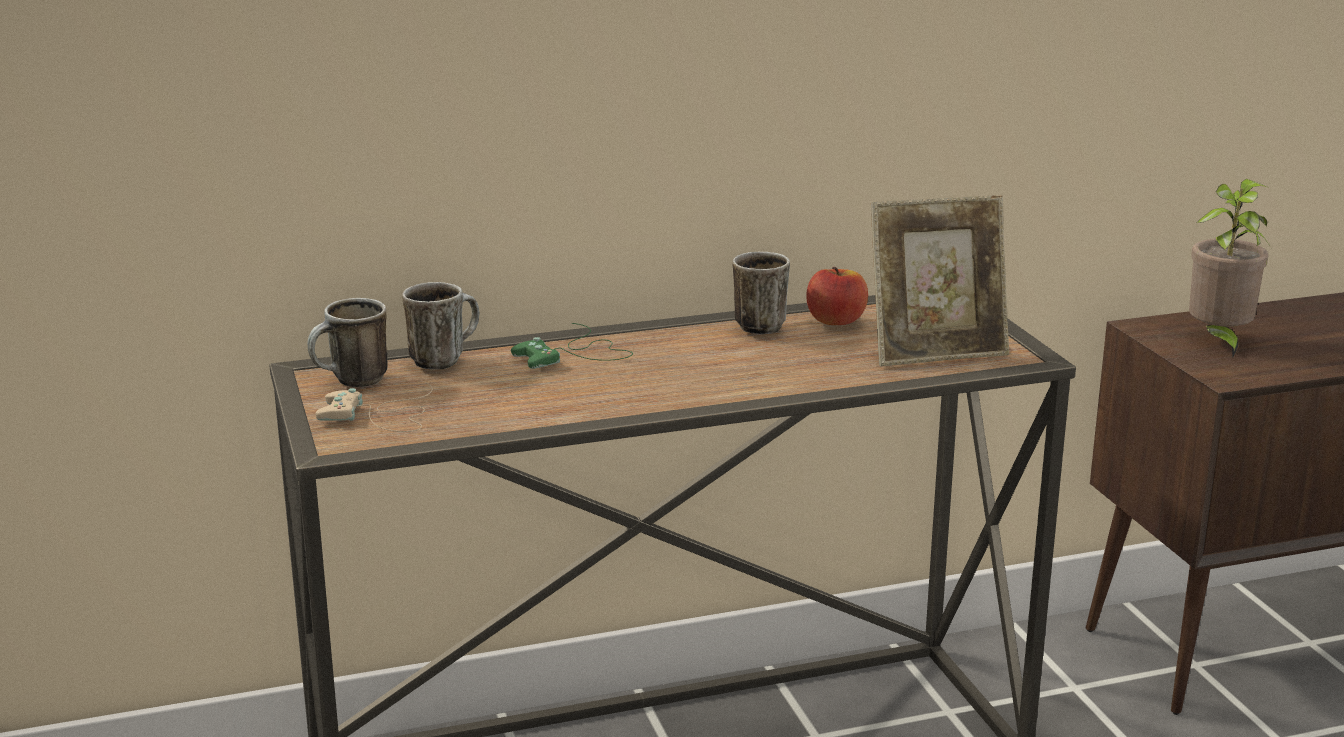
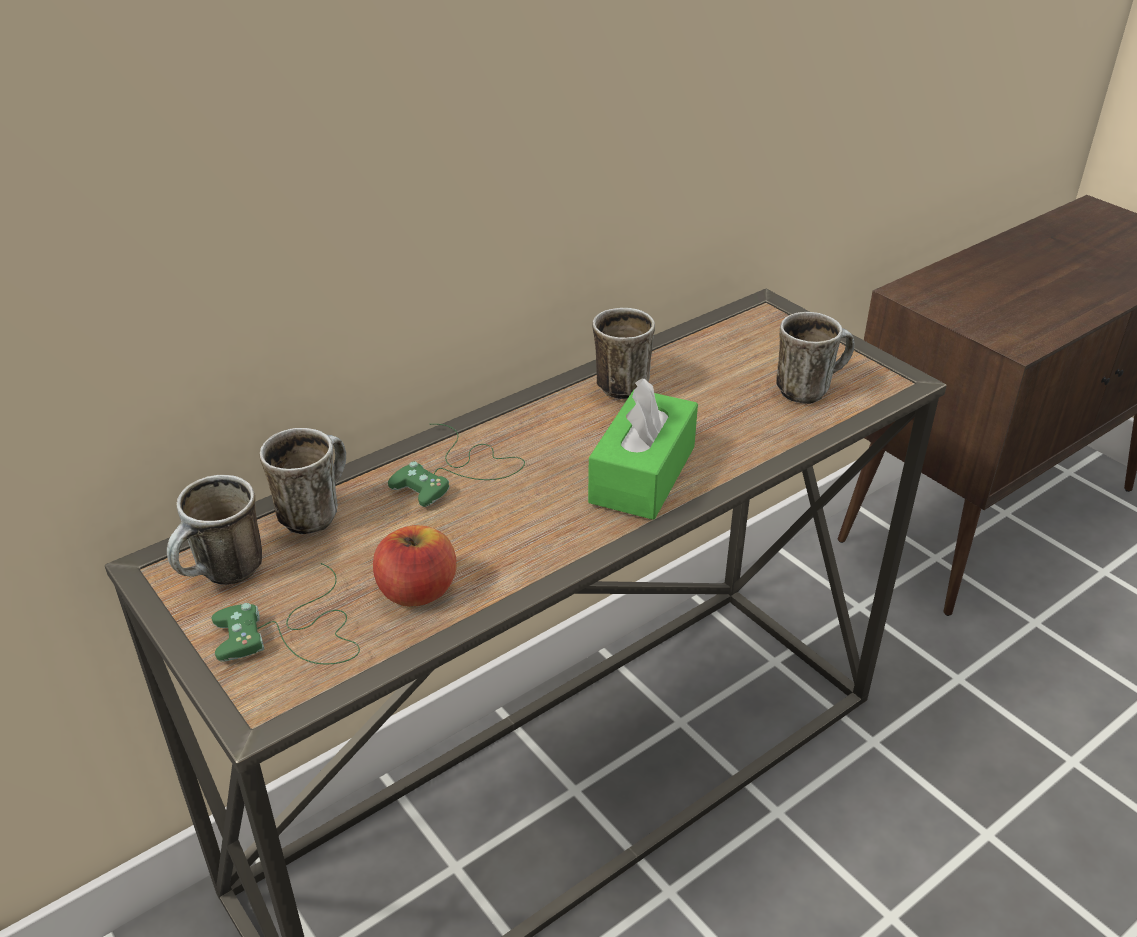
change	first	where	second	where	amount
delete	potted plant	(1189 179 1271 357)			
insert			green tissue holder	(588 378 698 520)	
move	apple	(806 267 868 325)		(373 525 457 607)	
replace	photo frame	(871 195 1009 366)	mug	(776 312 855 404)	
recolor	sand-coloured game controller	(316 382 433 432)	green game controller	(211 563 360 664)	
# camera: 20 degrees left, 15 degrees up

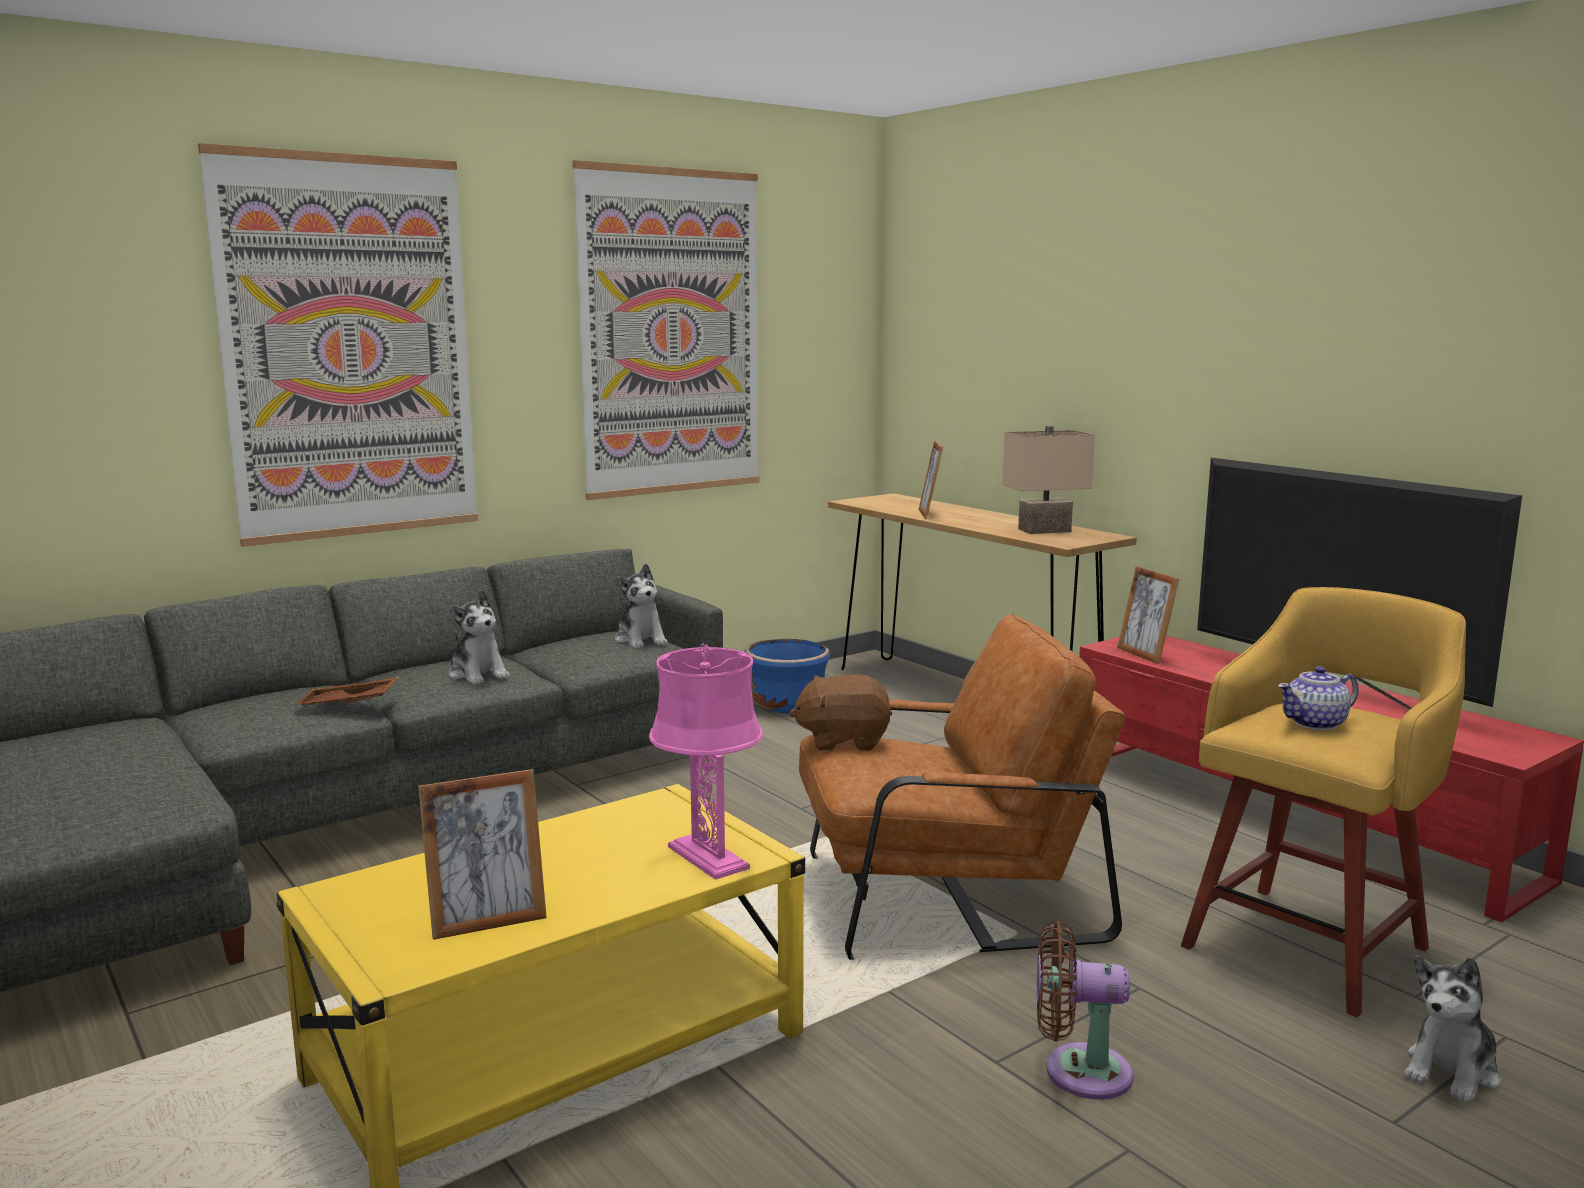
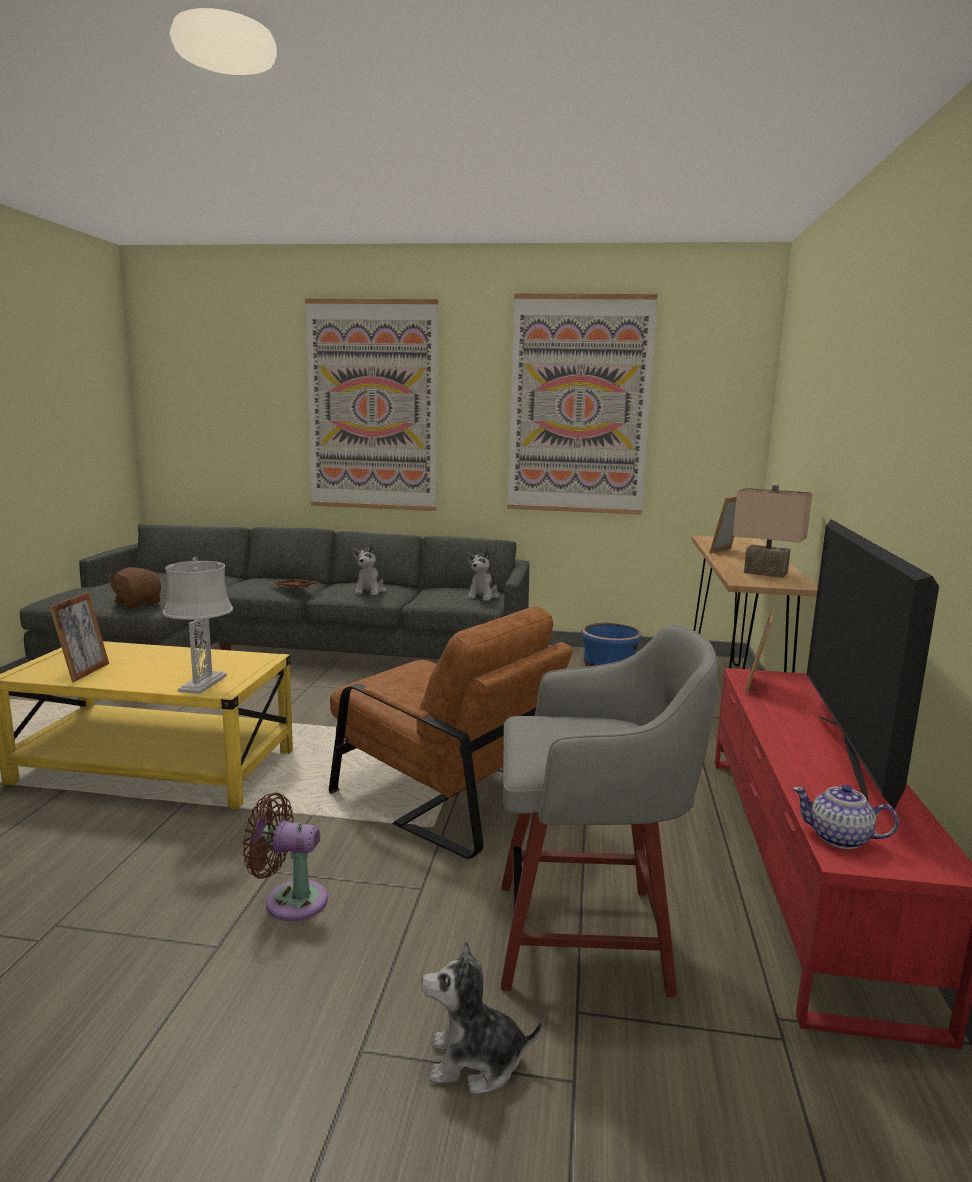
change	first	where	second	where	amount
move	brownish cuddly toy	(789 674 892 751)		(108 567 161 608)	
move	tea pot	(1278 666 1359 730)		(792 785 899 849)	
recolor	pink table lamp	(649 643 763 880)	grey table lamp	(162 556 233 694)	
recolor	yellow stool	(1181 587 1466 1017)	grey stool	(501 624 718 997)	
rotate	photo frame	(418 769 547 940)		(49 592 109 682)	105 degrees counterclockwise
rotate	brownish fan	(1037 921 1133 1100)		(243 793 328 921)	45 degrees counterclockwise
# camera: 45 degrees right, 0 degrees up

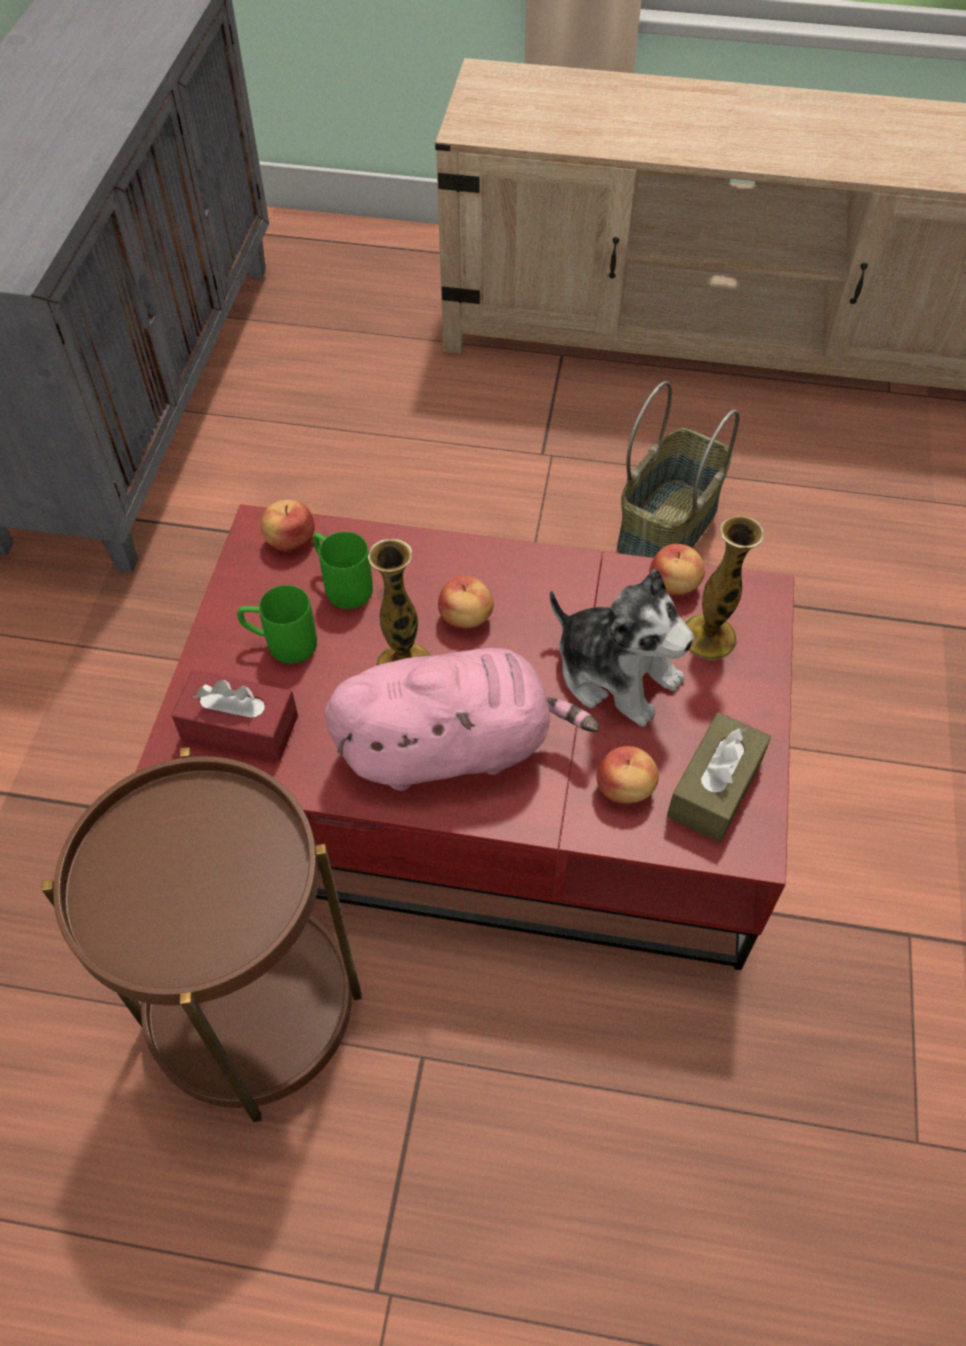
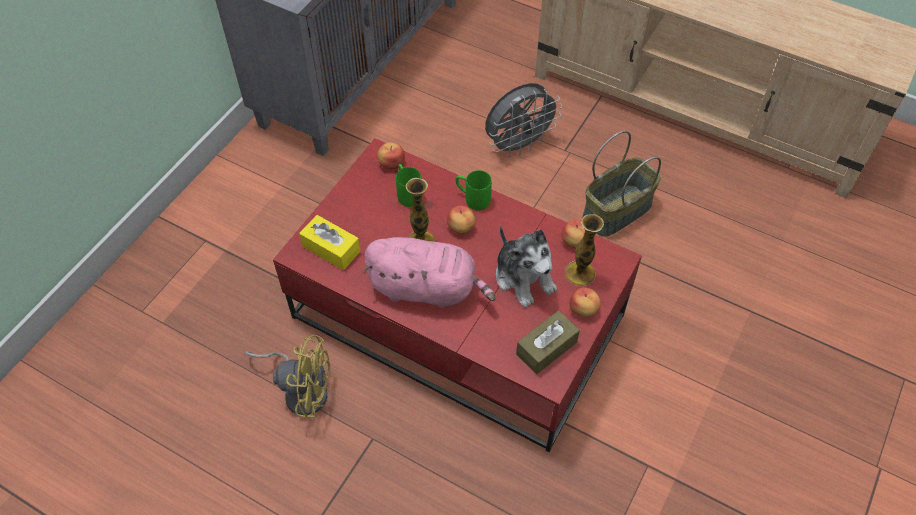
change	first	where	second	where	amount
insert			grey fan	(485 83 562 157)	
move	green mug	(237 585 317 664)		(455 170 492 210)	
move	apple	(596 746 659 804)		(569 288 601 317)	
replace	brownish side table	(41 747 362 1122)	yellow fan	(245 335 330 418)	
recolor	red tissue holder	(171 670 298 761)	yellow tissue holder	(299 215 360 270)	
# camera: 20 degrees right, 0 degrees up

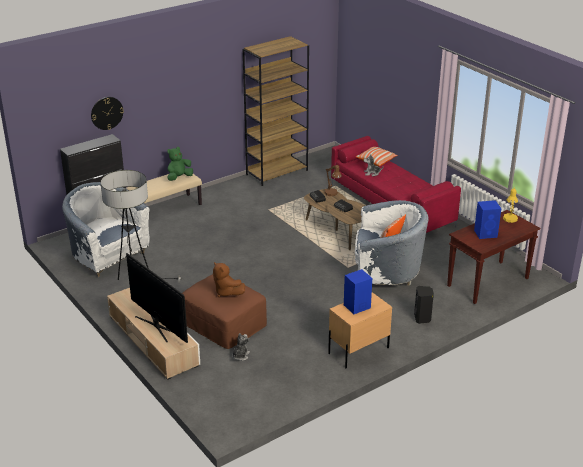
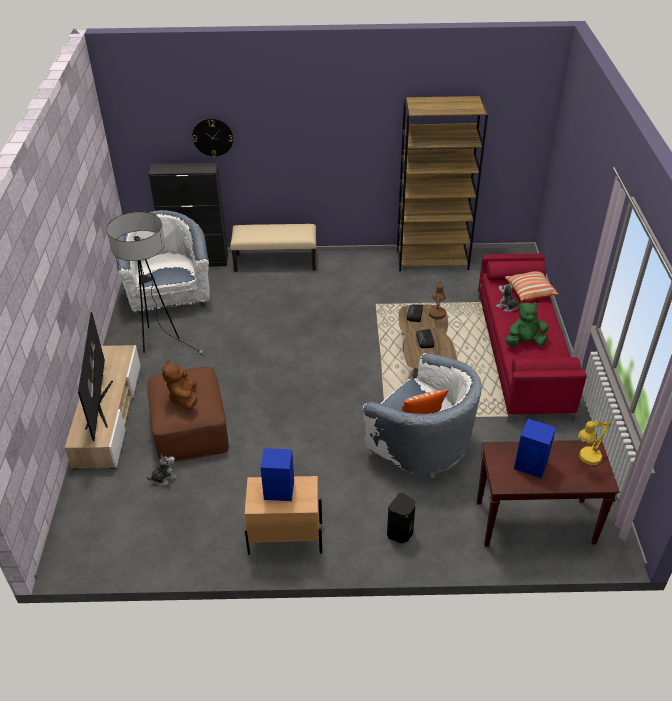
change	first	where	second	where	amount
move	green cuddly toy	(167 147 193 181)		(505 302 549 346)	
# camera: 35 degrees right, 10 degrees up

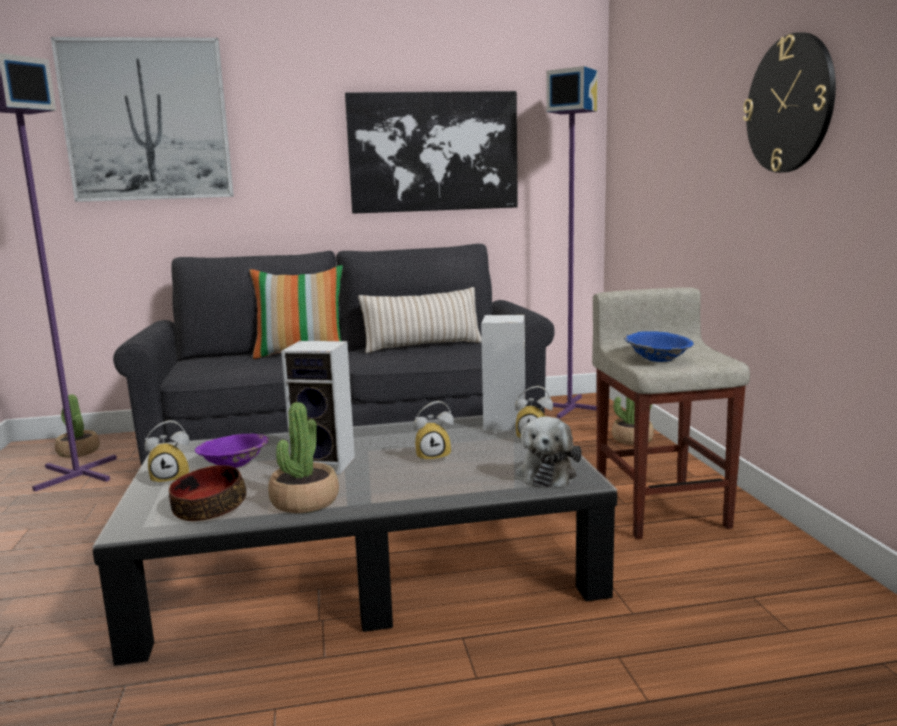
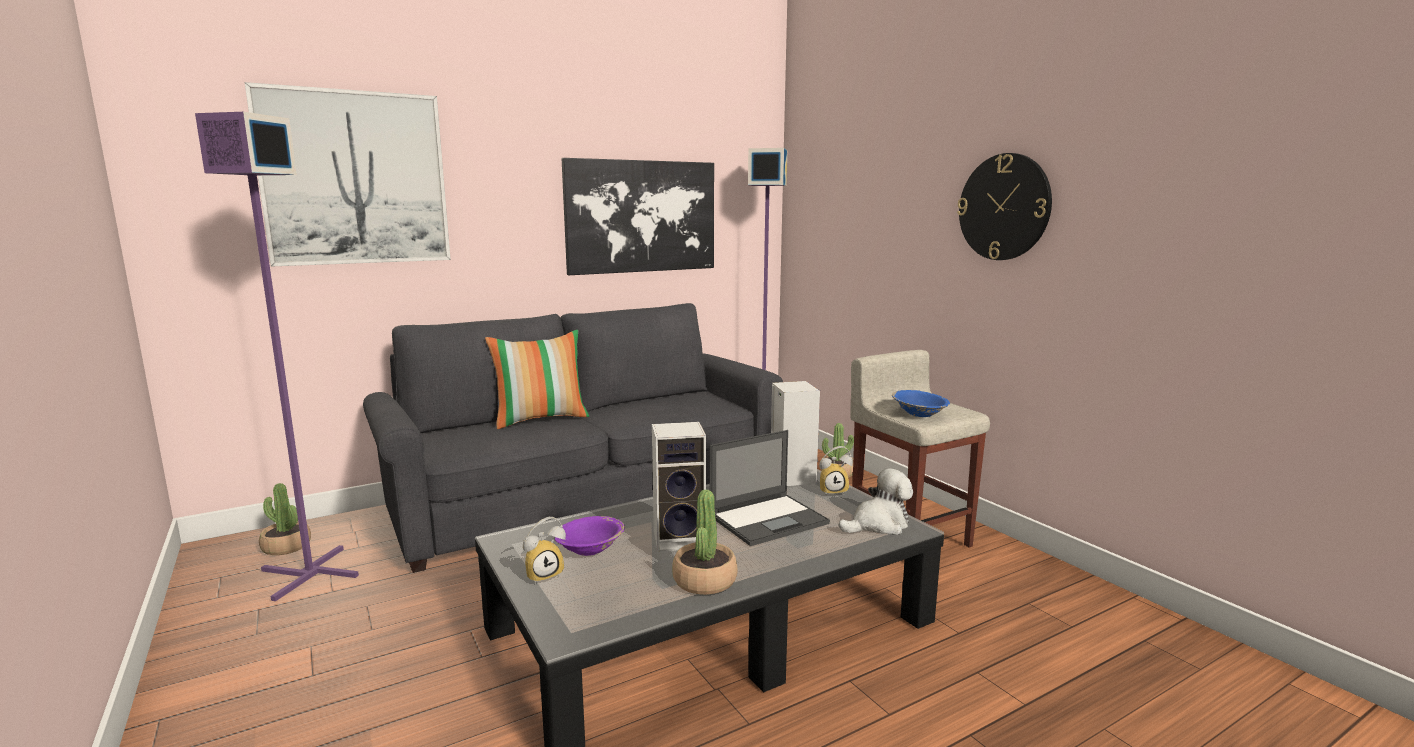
change	first	where	second	where	amount
delete	bowl	(169 465 246 521)			
delete	sand-coloured cushion	(358 287 482 353)			
replace	bedside clock	(413 401 454 463)	portable computer	(710 430 830 546)	
rotate	cuddly toy	(516 416 582 487)		(838 468 913 535)	105 degrees counterclockwise
# camera: 20 degrees left, 0 degrees up

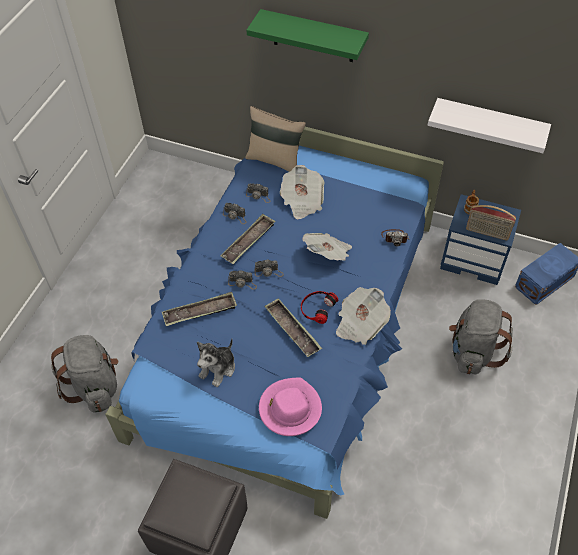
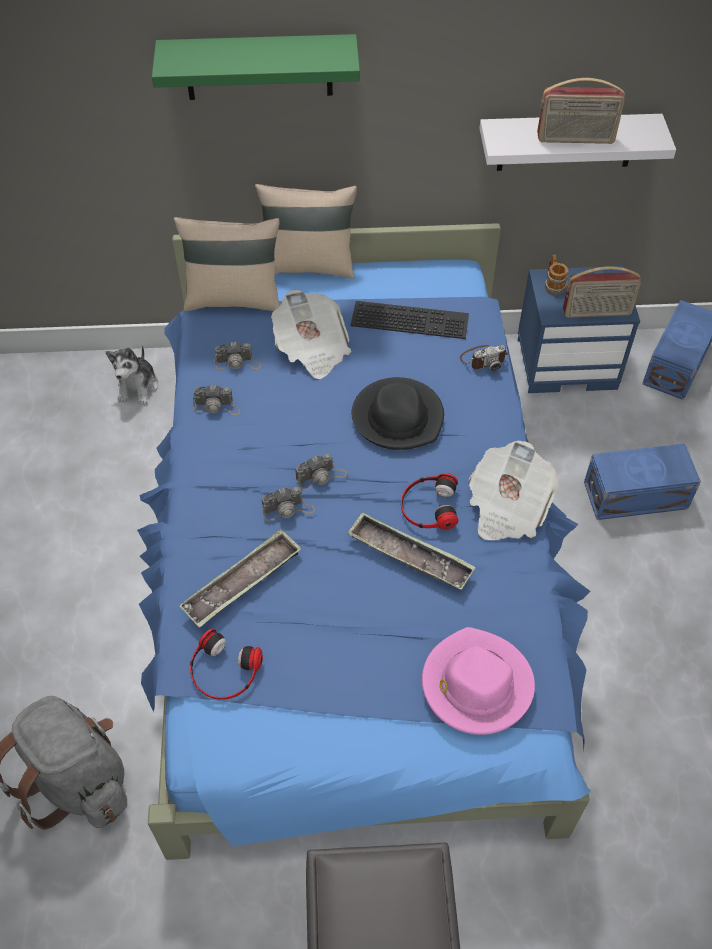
change	first	where	second	where	amount
delete	carrying tray	(221 214 276 264)			
insert			headphones	(190 629 263 700)	
insert			sand-coloured cushion	(255 184 357 279)	
insert			PC keyboard	(350 301 469 339)	
insert			radio set	(537 78 625 144)	
move	cuddly toy	(197 339 235 387)		(105 345 158 405)	
replace	printed paper	(302 233 352 261)	black hat	(351 377 444 450)	
replace	grey rucksack	(449 299 513 374)	bluish storage container	(584 443 701 520)	
# camera: 25 degrees left, 0 degrees up

